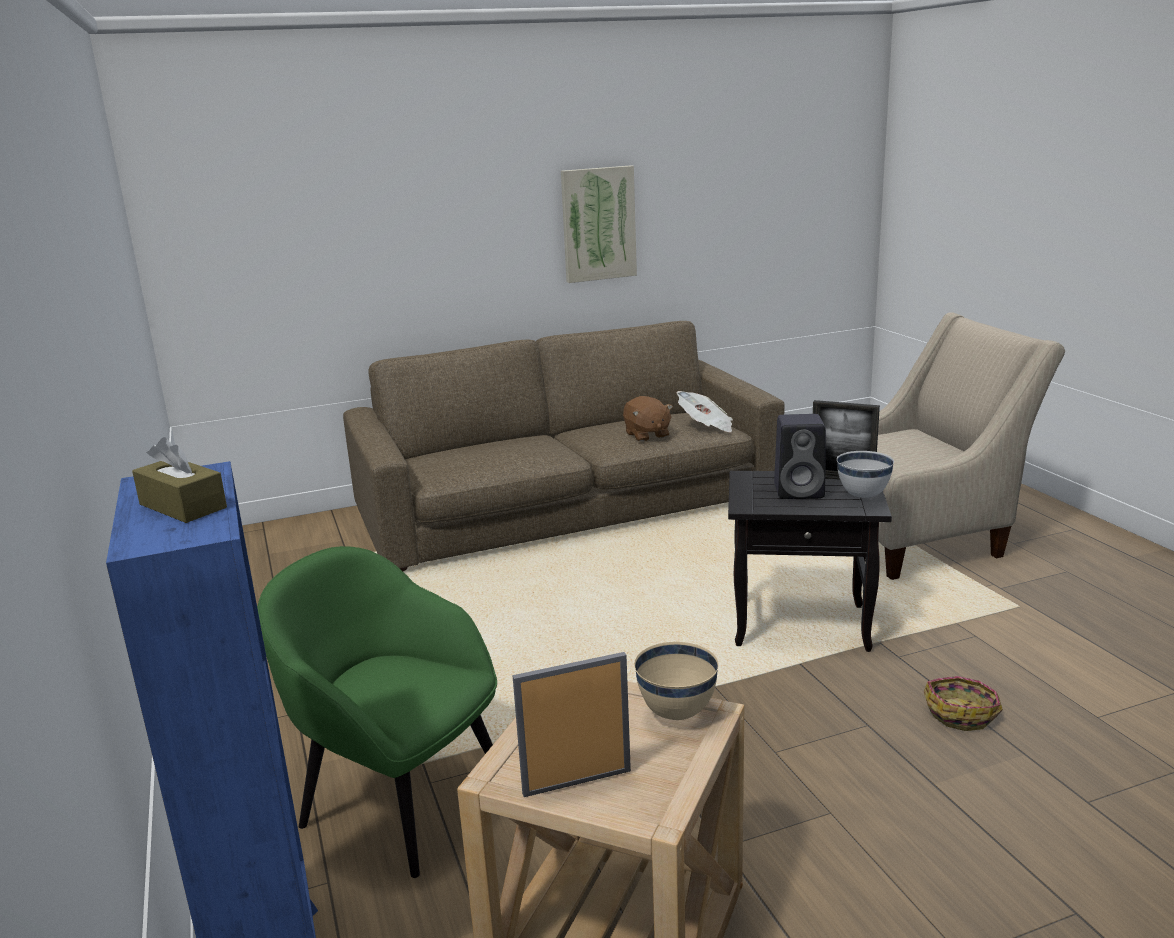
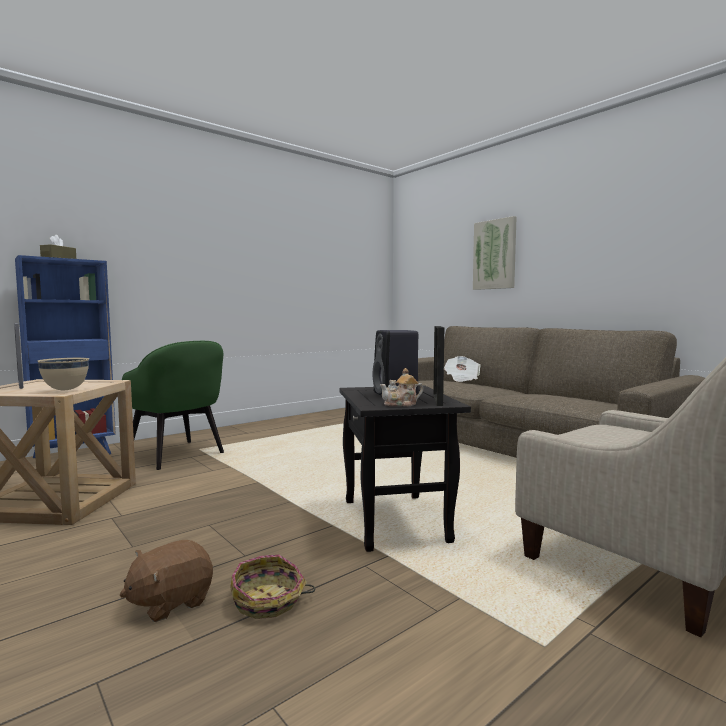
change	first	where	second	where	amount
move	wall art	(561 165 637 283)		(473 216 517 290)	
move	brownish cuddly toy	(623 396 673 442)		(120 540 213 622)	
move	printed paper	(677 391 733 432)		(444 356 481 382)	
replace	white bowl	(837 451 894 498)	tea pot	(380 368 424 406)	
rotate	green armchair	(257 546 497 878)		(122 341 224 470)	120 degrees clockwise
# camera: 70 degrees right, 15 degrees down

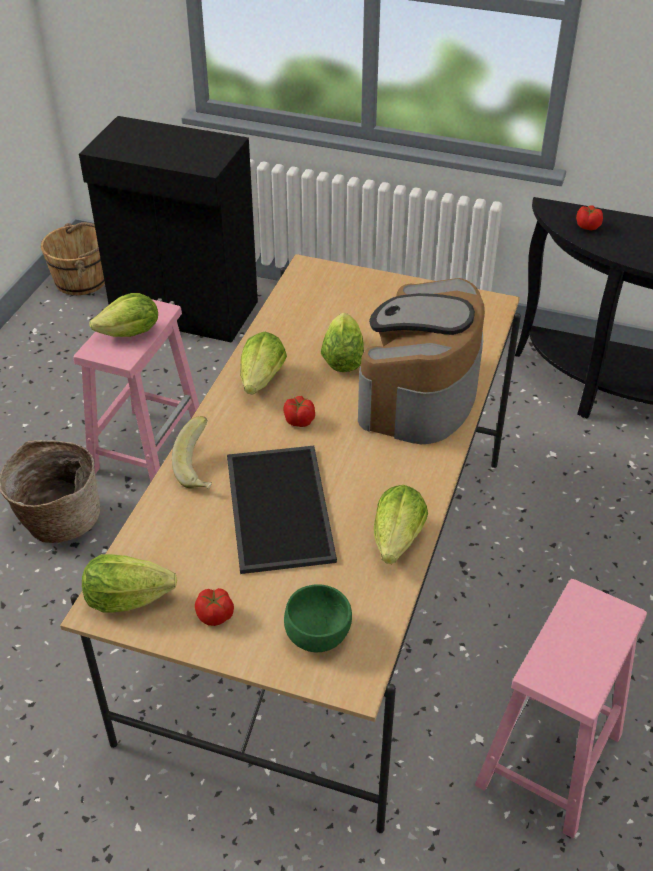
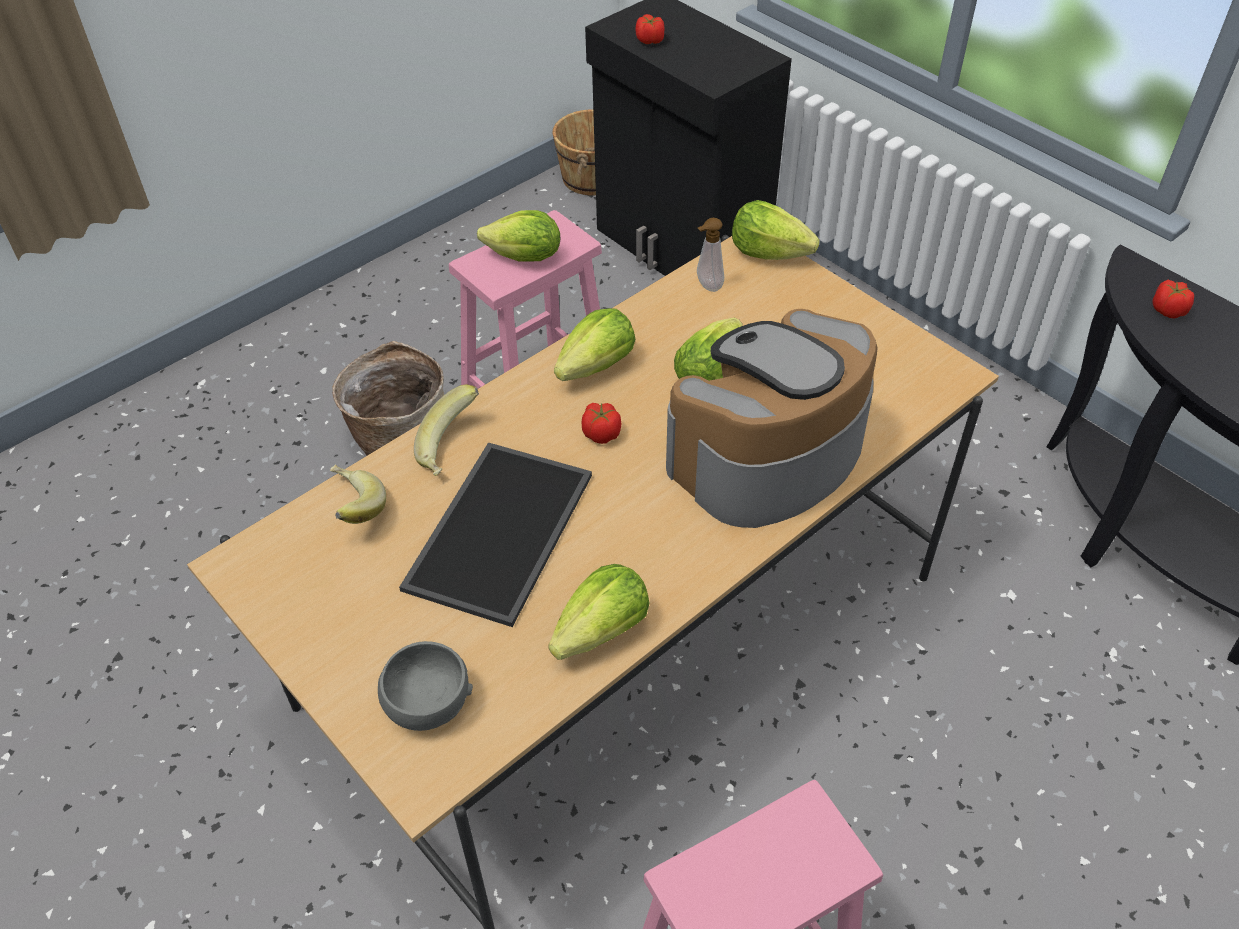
change	first	where	second	where	amount
insert			banana fruit	(330 464 386 524)	
insert			soap dispenser	(697 218 724 292)	
move	lettuce head	(82 554 177 613)		(732 200 820 260)	
move	whole tomato	(195 588 234 626)		(635 14 665 44)	
recolor	green bowl	(284 584 352 652)	grey bowl	(378 641 473 731)	
# camera: 30 degrees right, 5 degrees up

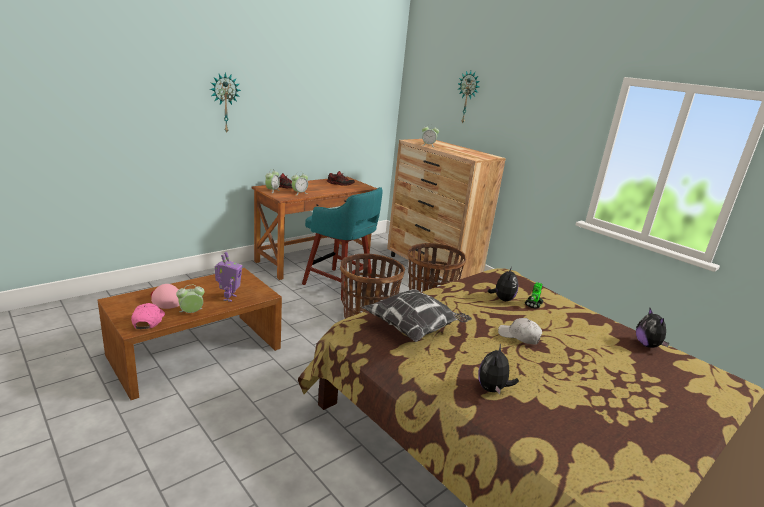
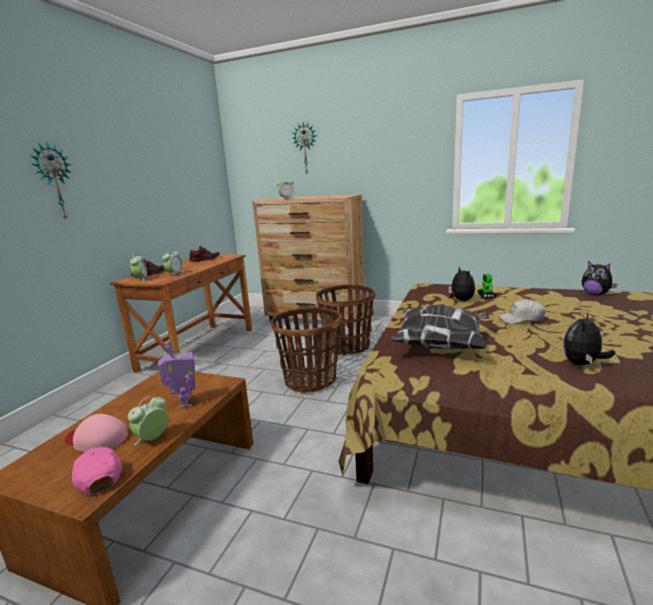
change	first	where	second	where	amount
delete	turquoise-coloured stool	(302 187 383 301)			
rotate	cuddly toy	(478 344 519 394)		(563 312 615 365)	45 degrees clockwise
# camera: 25 degrees left, 5 degrees down

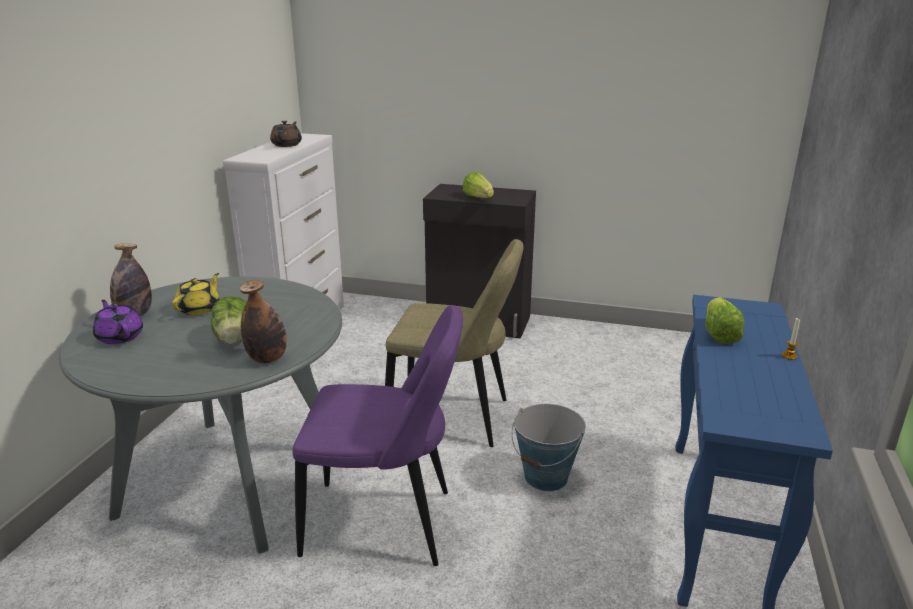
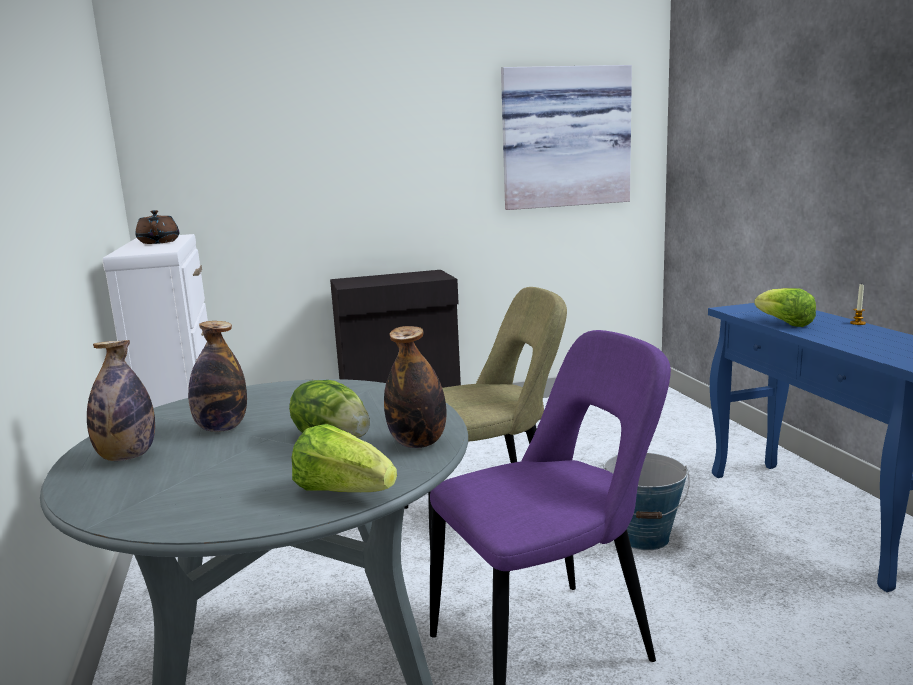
change	first	where	second	where	amount
delete	purplish tea pot	(93 300 143 344)			
insert			wall art	(501 65 632 210)	
move	lettuce head	(463 172 494 198)		(291 424 397 492)	
replace	yellow tea pot	(172 273 219 315)	beverage bottle	(188 321 247 432)	
# camera: 30 degrees left, 10 degrees down

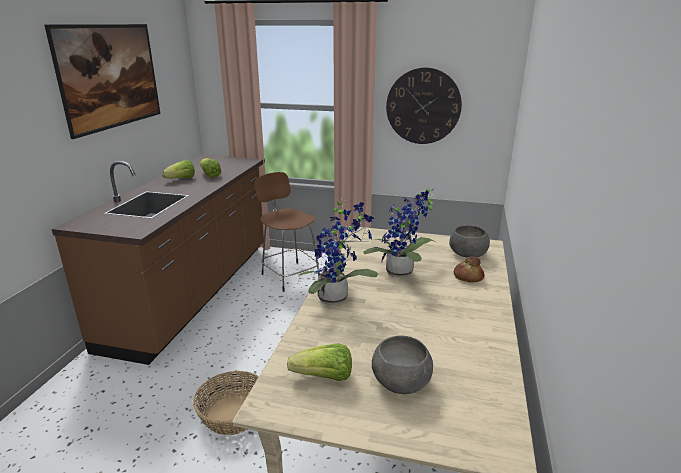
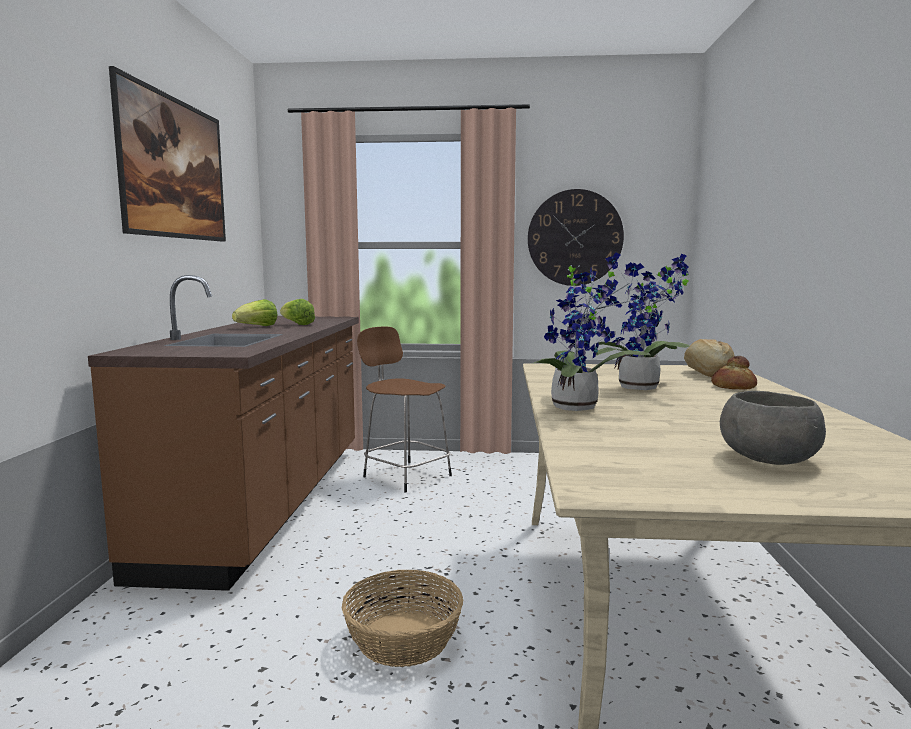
change	first	where	second	where	amount
delete	lettuce head	(287 343 352 381)			
replace	grey bowl	(449 225 490 257)	bread	(684 339 734 377)	
# camera: 10 degrees left, 15 degrees down

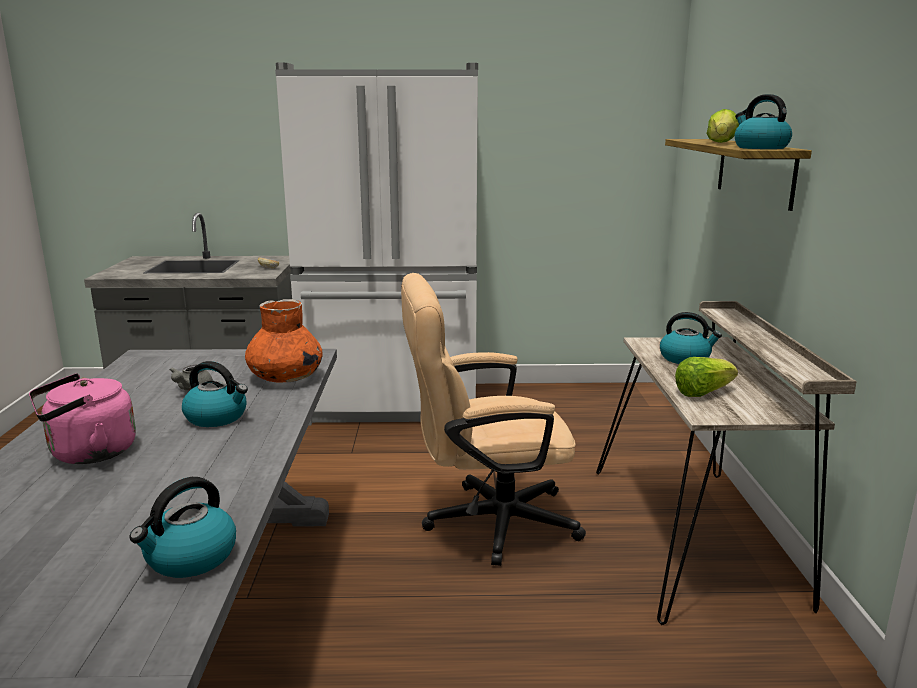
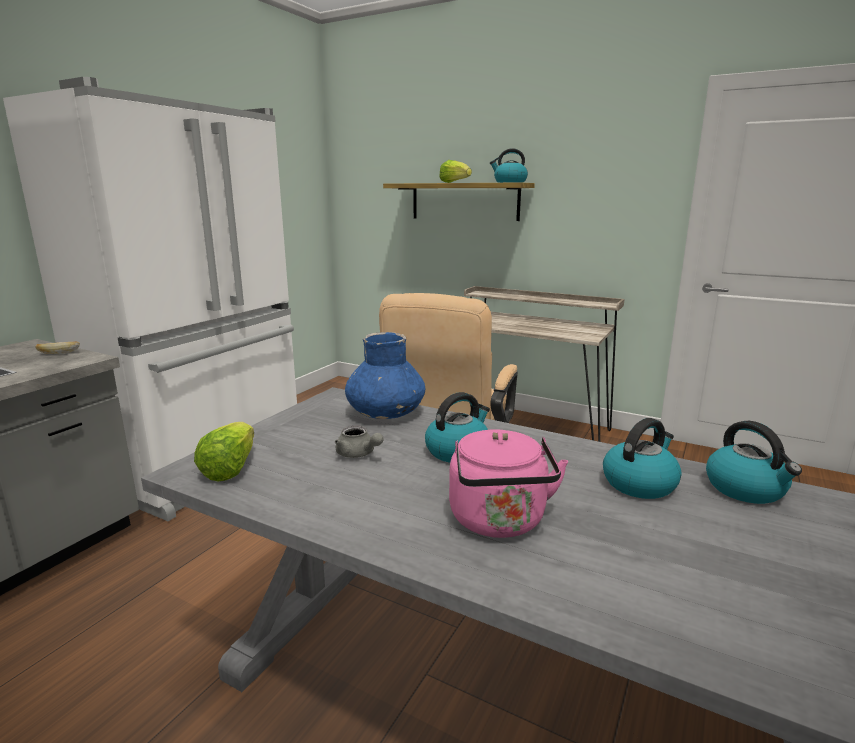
change	first	where	second	where	amount
move	kettle	(660 312 722 364)		(603 418 682 499)	
move	lettuce head	(675 357 738 397)		(194 422 254 481)	
recolor	orange-coloured decorative vase	(245 299 323 382)	bluish decorative vase	(345 332 425 419)	
# camera: 60 degrees left, 0 degrees up

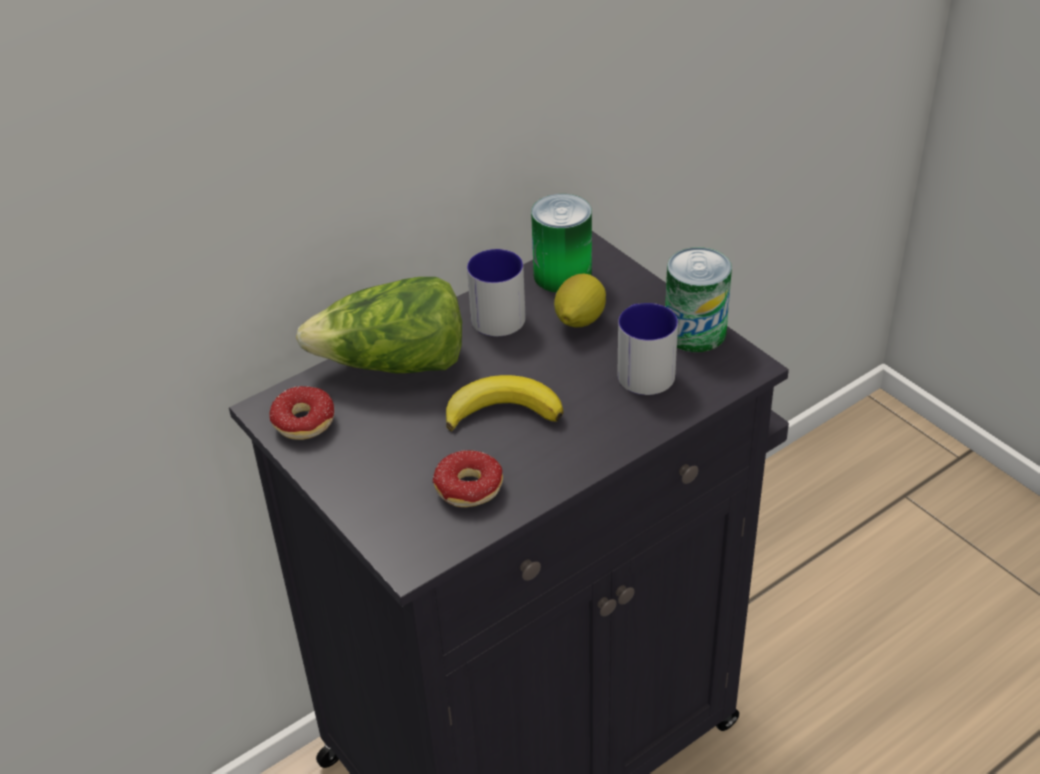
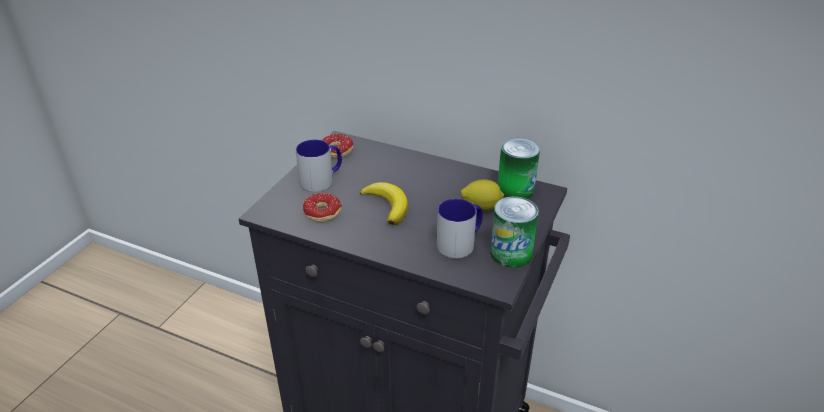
change	first	where	second	where	amount
delete	lettuce head	(296 277 462 374)			
move	mug	(467 249 526 336)		(296 140 342 192)	
# camera: 60 degrees right, 5 degrees down

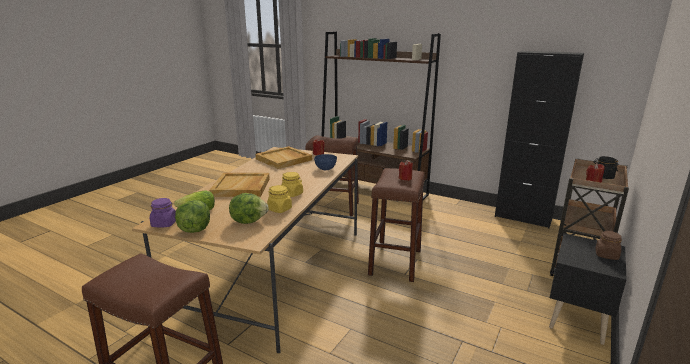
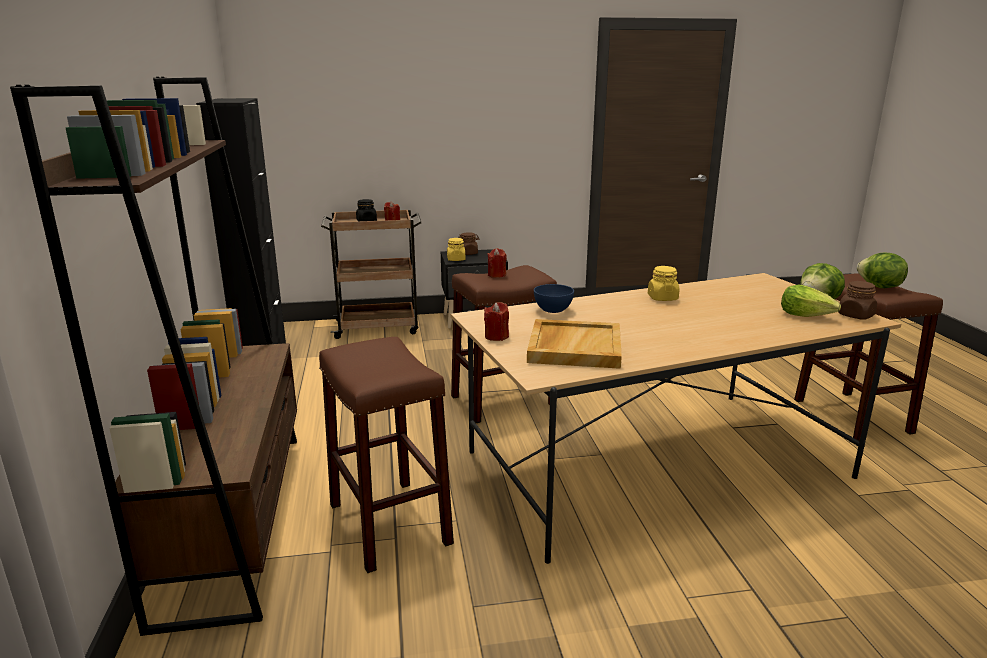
change	first	where	second	where	amount
delete	sand-coloured carrying tray	(209 173 270 197)			
move	lettuce head	(229 193 269 224)		(857 253 908 288)	
move	yellow storage jar	(267 185 292 213)		(447 238 465 261)	
recolor	purplish storage jar	(150 198 176 227)	brownish storage jar	(838 281 877 320)	
# camera: 130 degrees left, 0 degrees up

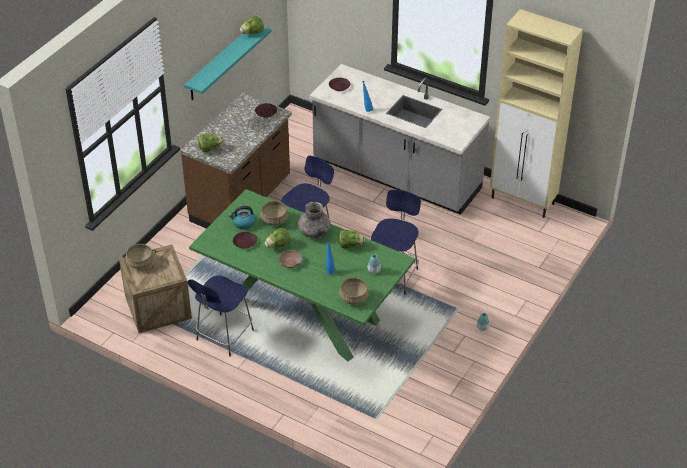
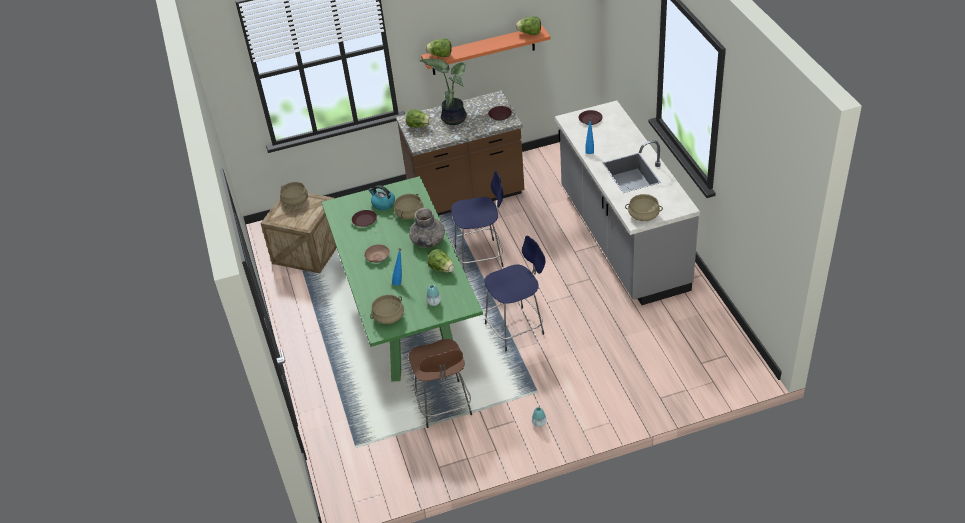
change	first	where	second	where	amount
delete	bluish stool	(188 275 254 356)			
delete	sand-coloured storage cabinet	(490 9 583 218)			
insert			brownish stool	(409 339 472 428)	
insert			potted plant	(419 59 467 125)	
insert			sand-coloured saucepot	(625 194 663 221)	
move	lettuce head	(265 227 291 248)		(426 39 451 57)	
recolor	turquoise-coloured wall shelf	(184 27 271 100)	orange-coloured wall shelf	(421 26 550 75)	
# camera: 45 degrees right, 0 degrees up

